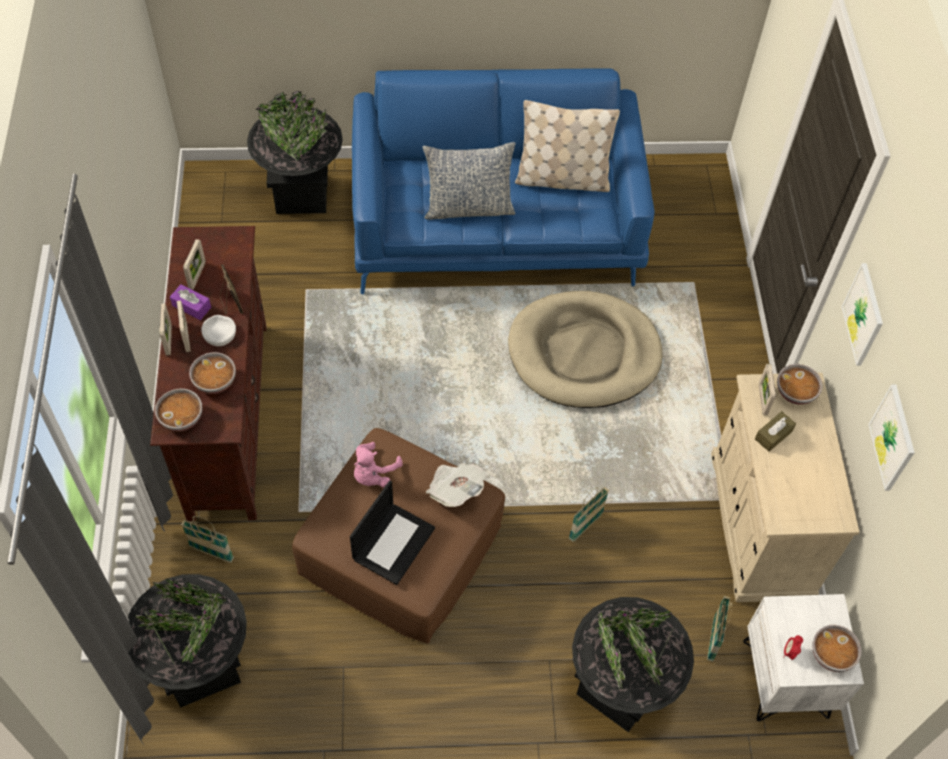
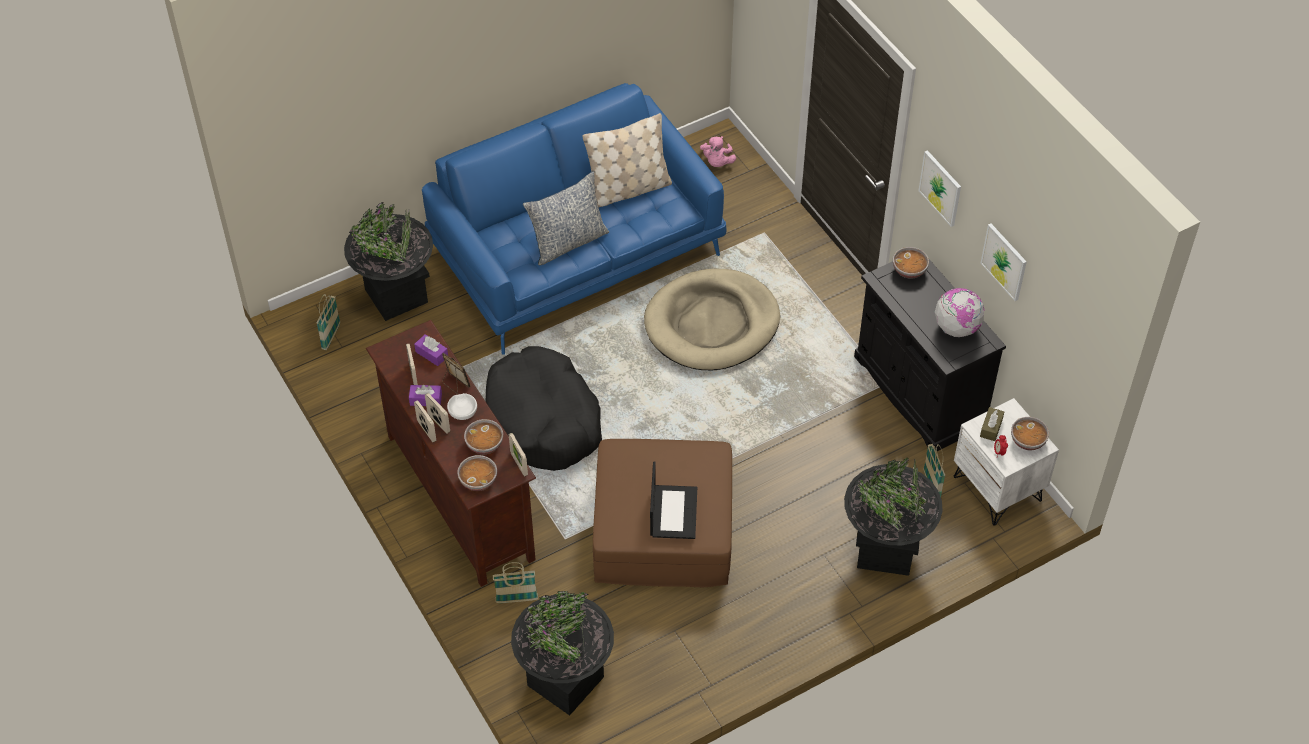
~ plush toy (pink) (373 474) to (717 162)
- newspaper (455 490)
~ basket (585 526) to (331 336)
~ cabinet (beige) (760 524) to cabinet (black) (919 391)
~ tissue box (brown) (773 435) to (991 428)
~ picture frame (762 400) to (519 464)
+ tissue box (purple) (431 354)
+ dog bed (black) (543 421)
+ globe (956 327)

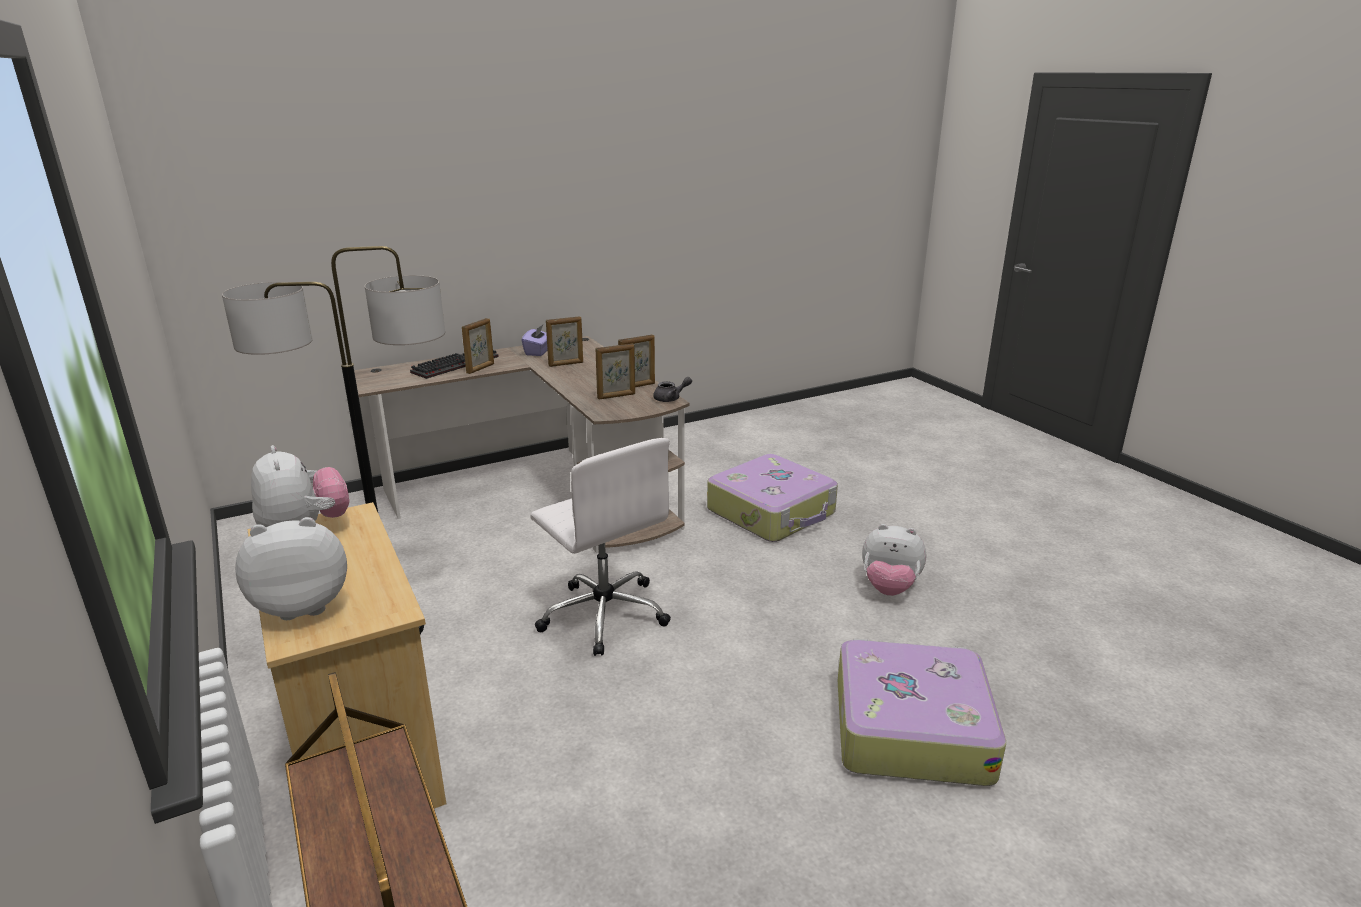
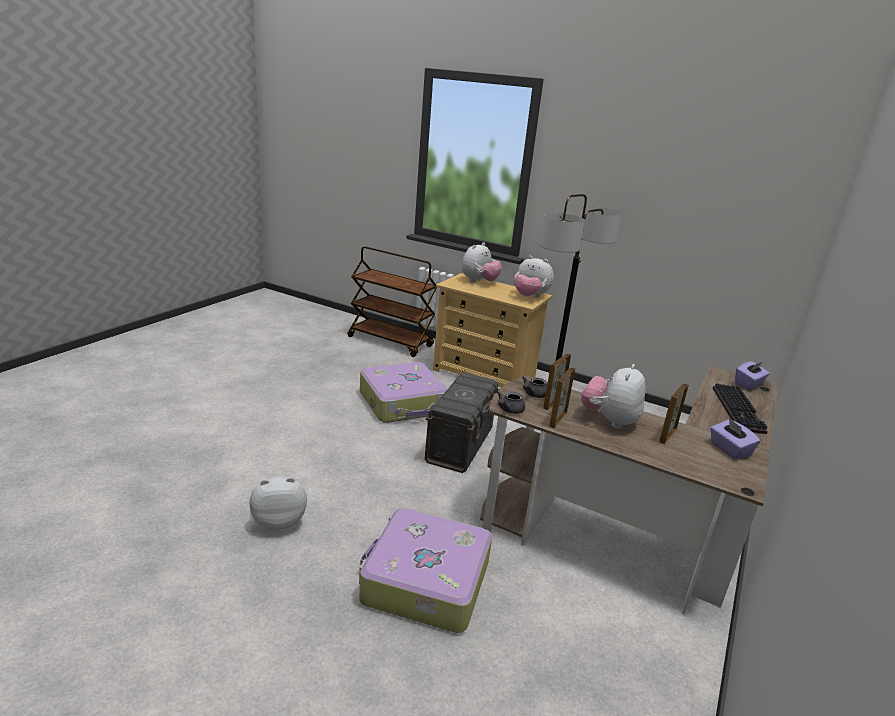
- picture frame (481 368)
~ office chair (white) (604 614) to storage box (grey) (460 445)
~ suitcase (909 728) to (403 403)
+ teapot (grey) (533 394)
+ plush toy (609 420)
+ tissue box (purple) (748 384)

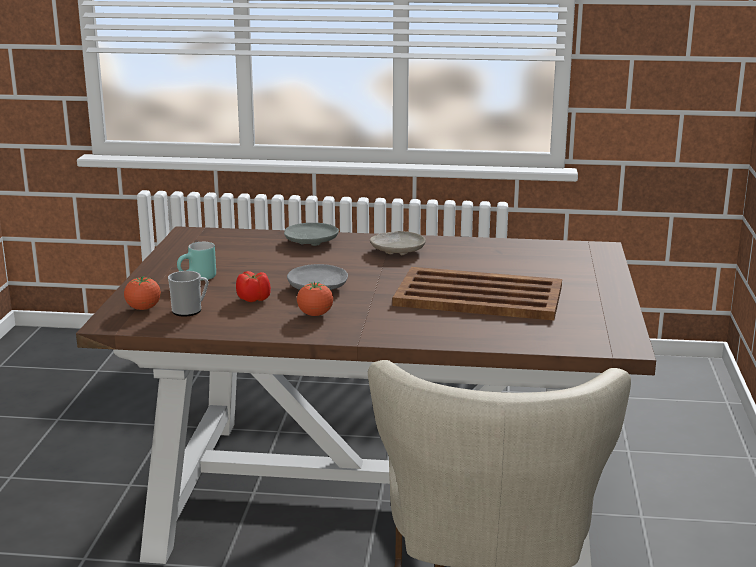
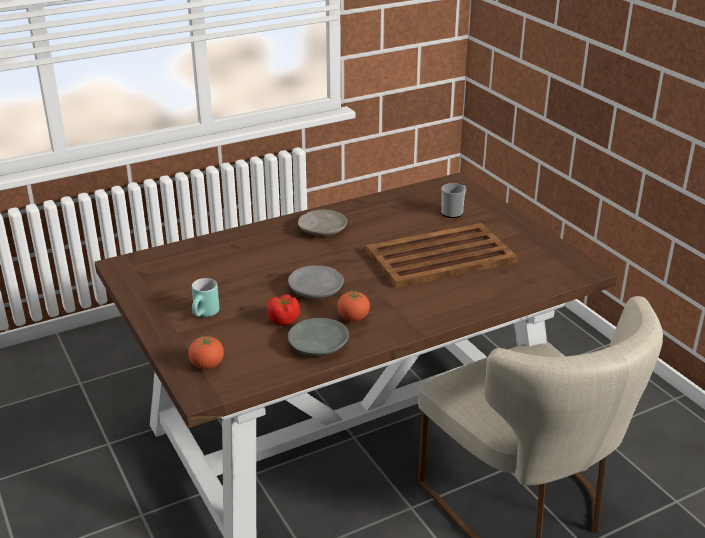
~ mug (190 311) to (454 212)
~ plate (grey) (311 242) to (317 345)

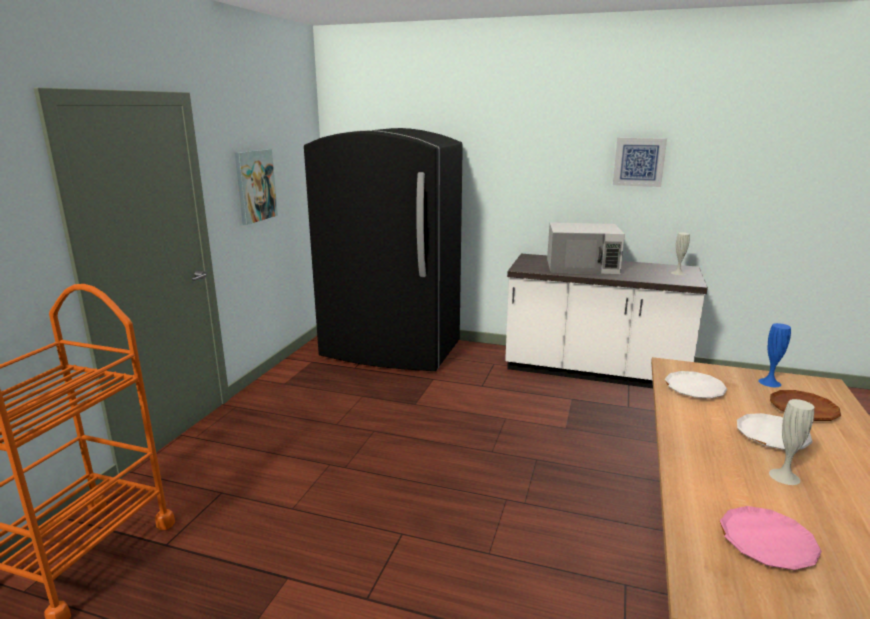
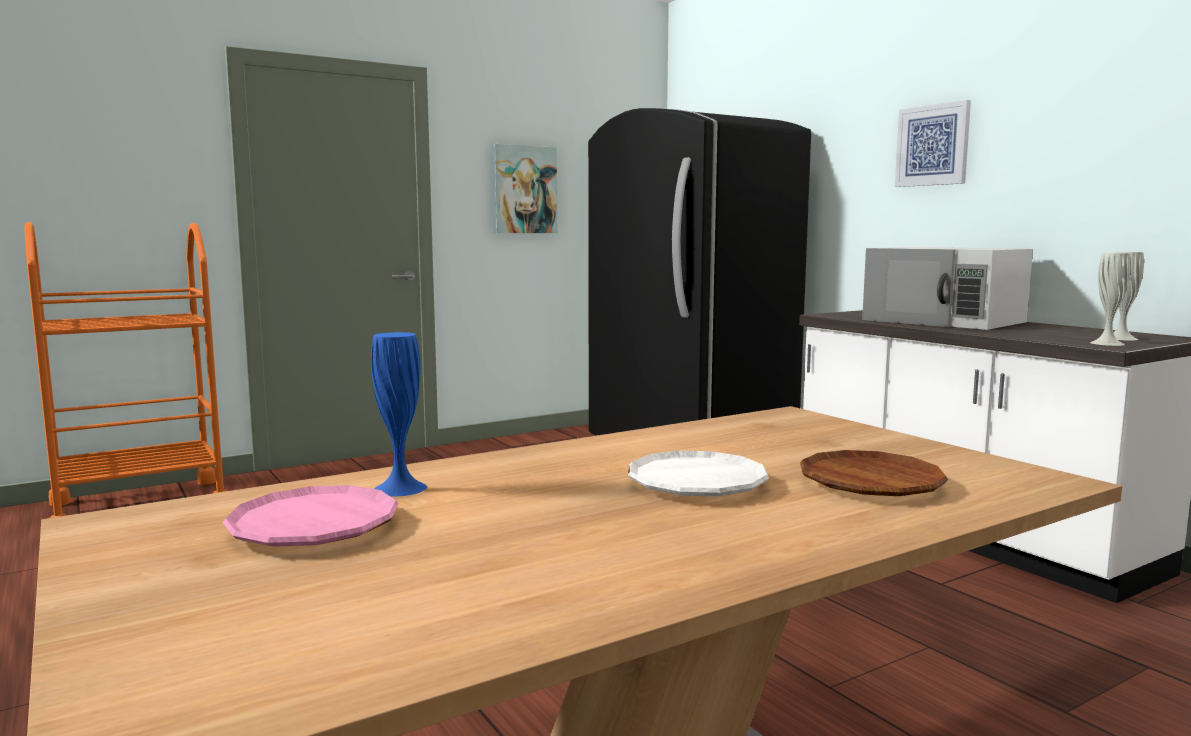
~ picture (639 162) to (933 145)
- plate (white) (694 388)
~ vase (blue) (769 382) to (400 488)
~ vase (white) (784 476) to (1107 343)

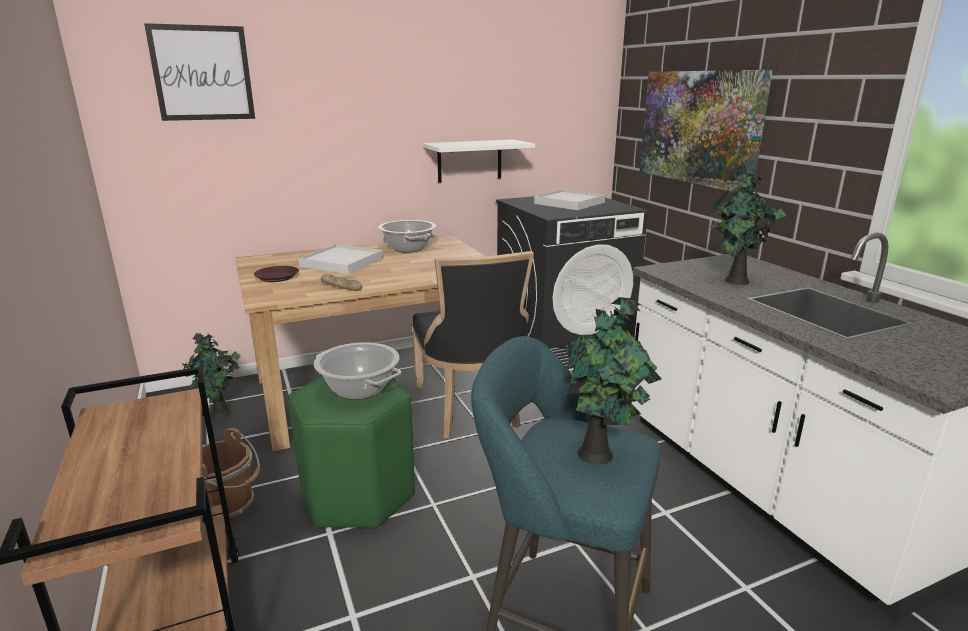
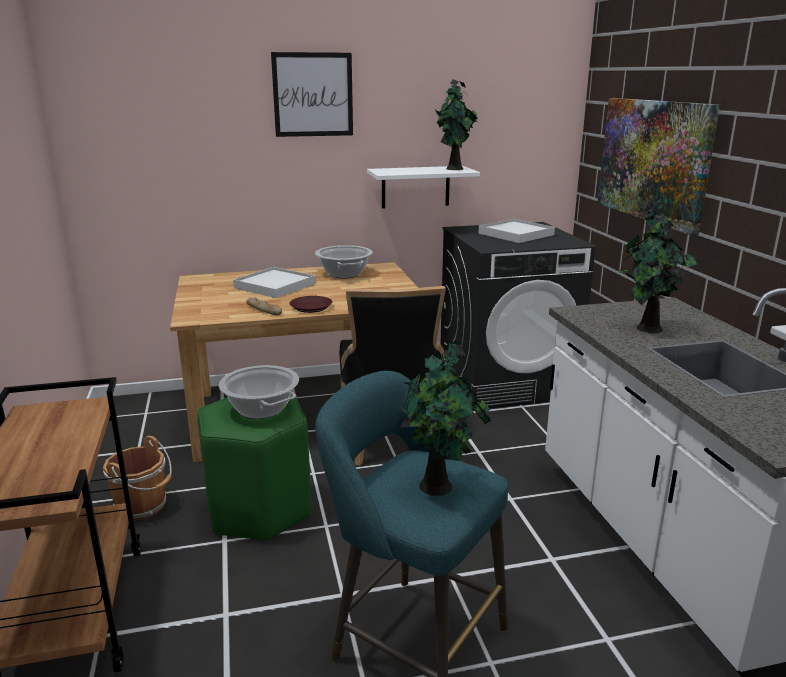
~ picture (202 73) to (313 95)
~ potted plant (221 414) to (455 169)
~ plate (brown) (277 277) to (311 307)

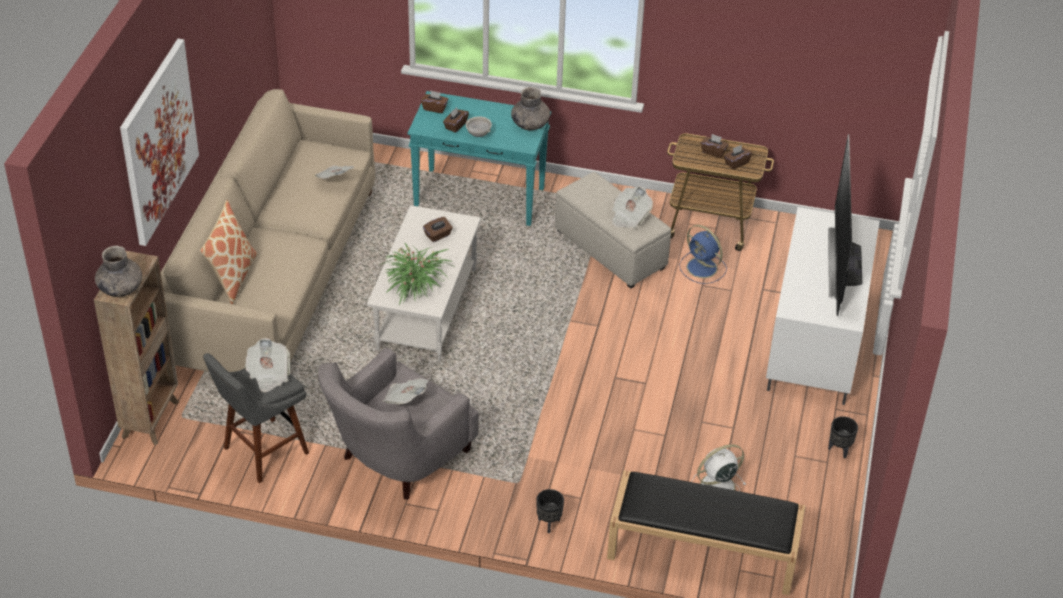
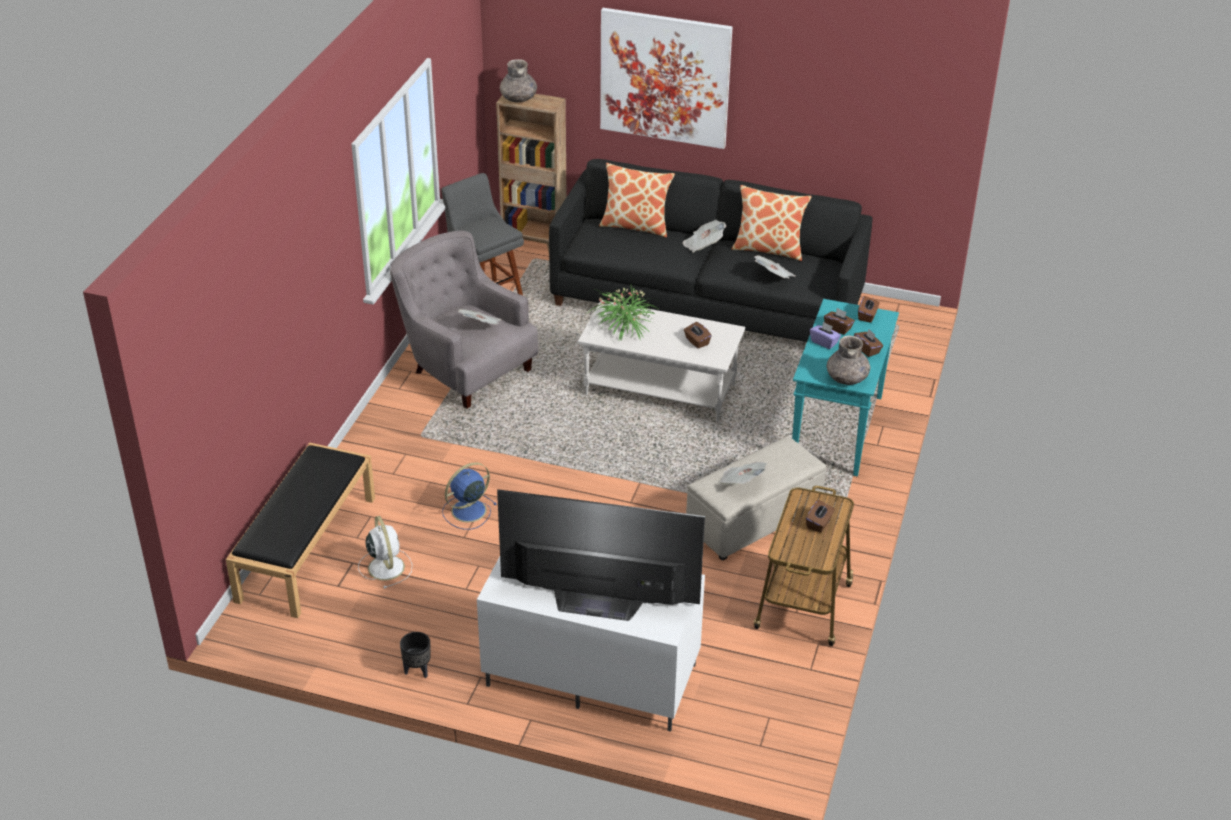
~ sofa (beige) (273 277) to sofa (black) (707 301)
~ newspaper (268 374) to (703 245)
~ bowl (grey) (478 134) to tissue box (purple) (824 342)
- planter (black) (548 524)
~ fan (blue) (703 268) to (467 511)
~ tissue box (brown) (736 163) to (867 349)
+ pillow (769 249)

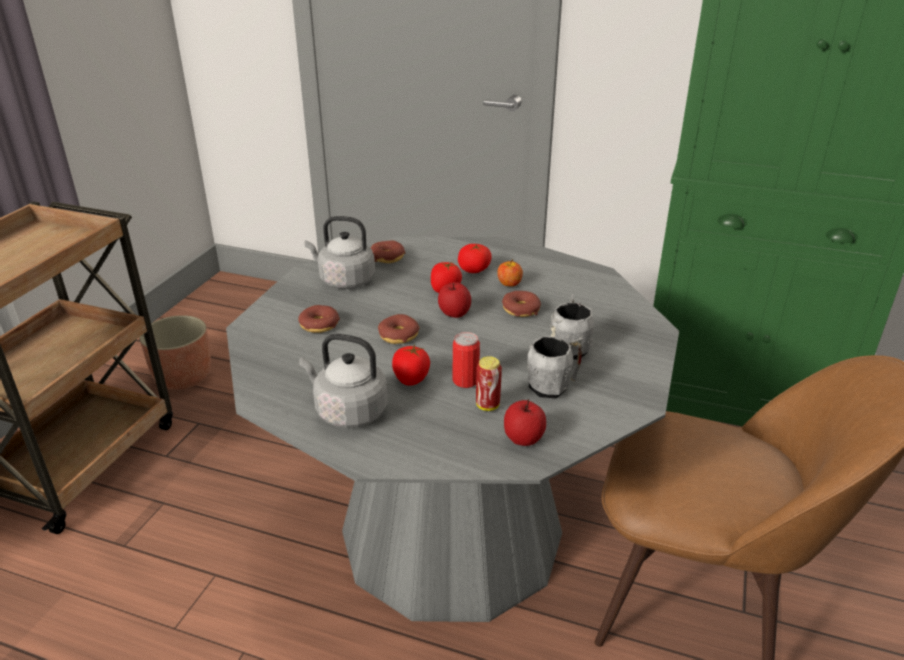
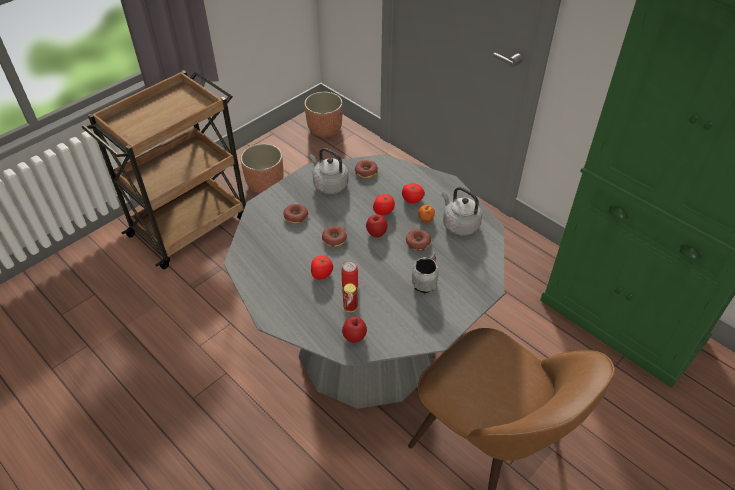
~ kettle (grey) (348 411) to (459 224)
- mug (grey) (554 386)
+ planter (325 129)

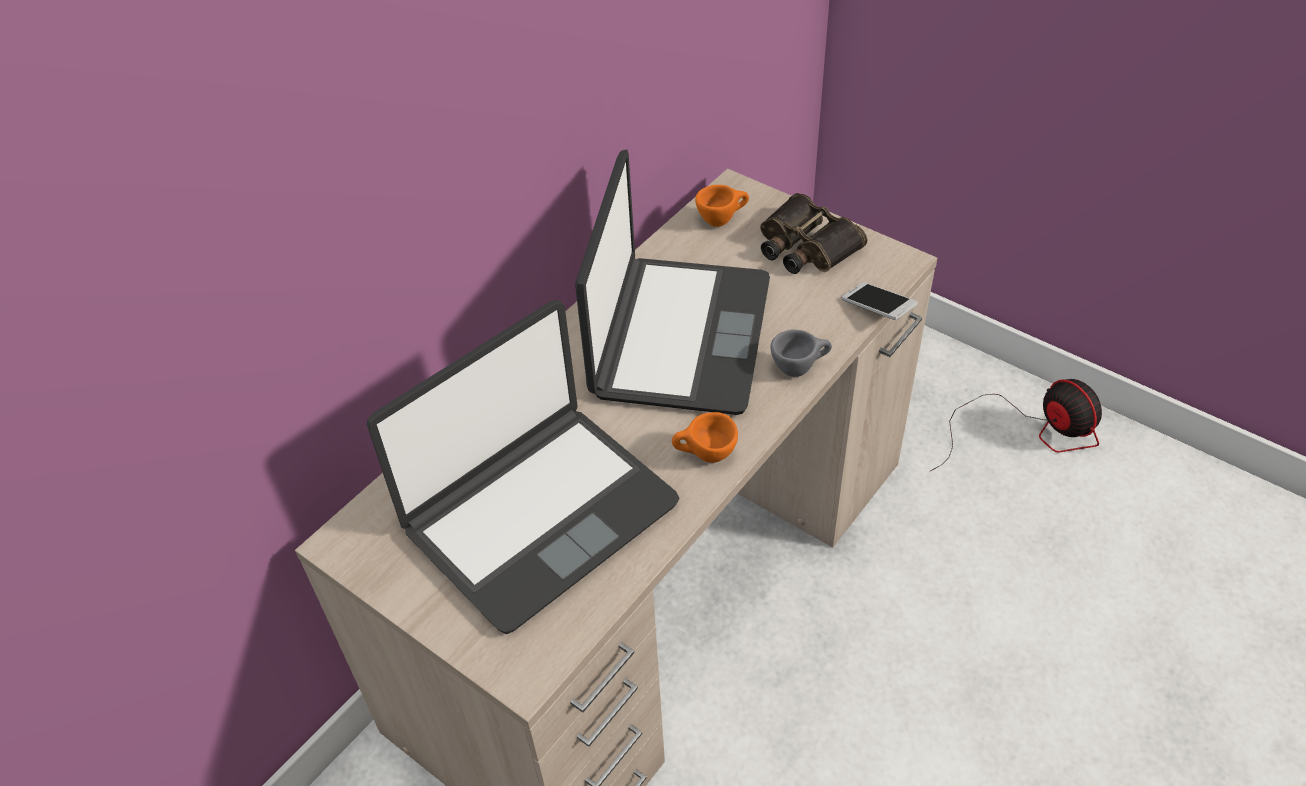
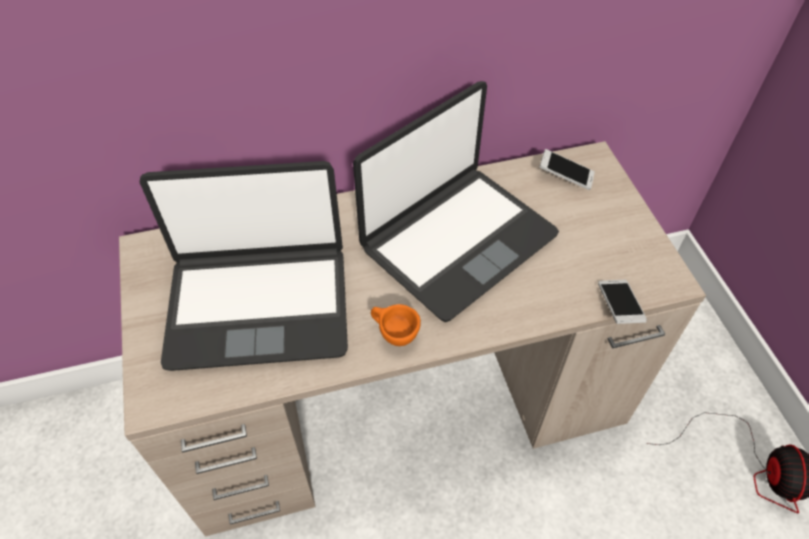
~ cup (orange) (722 220) to phone (565 176)
- binoculars (804 246)
- cup (grey) (799 368)

